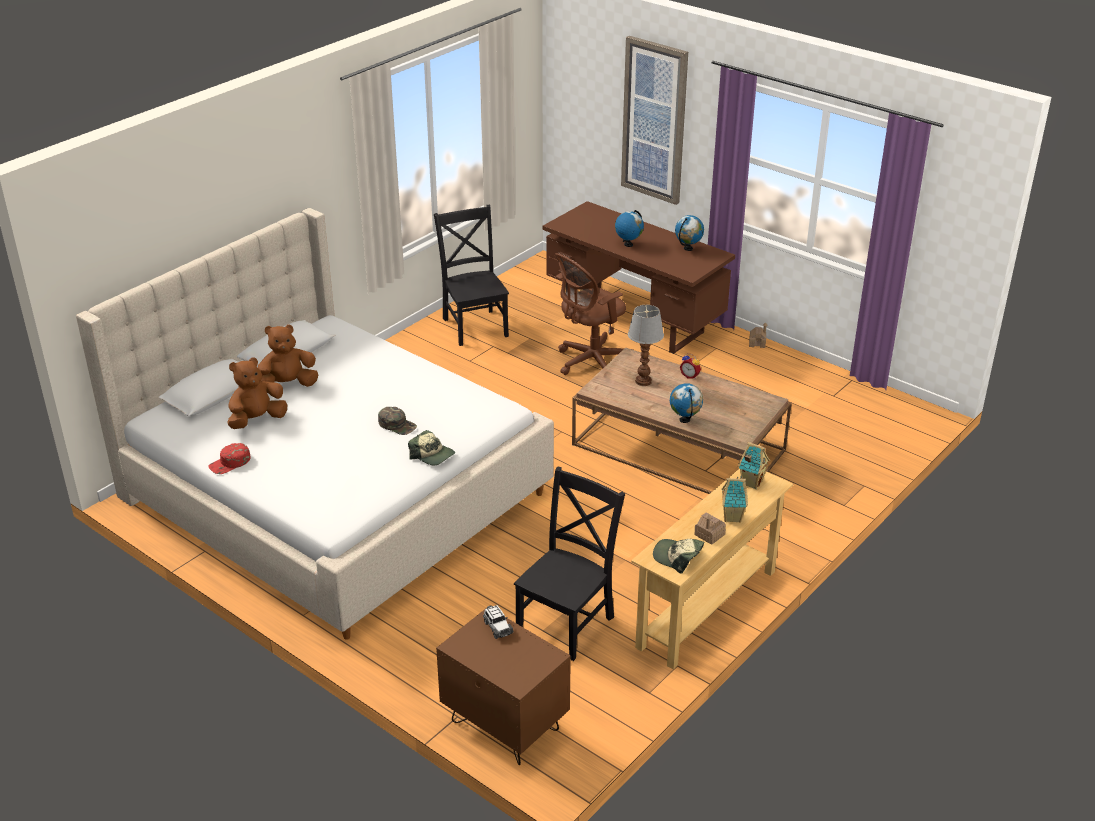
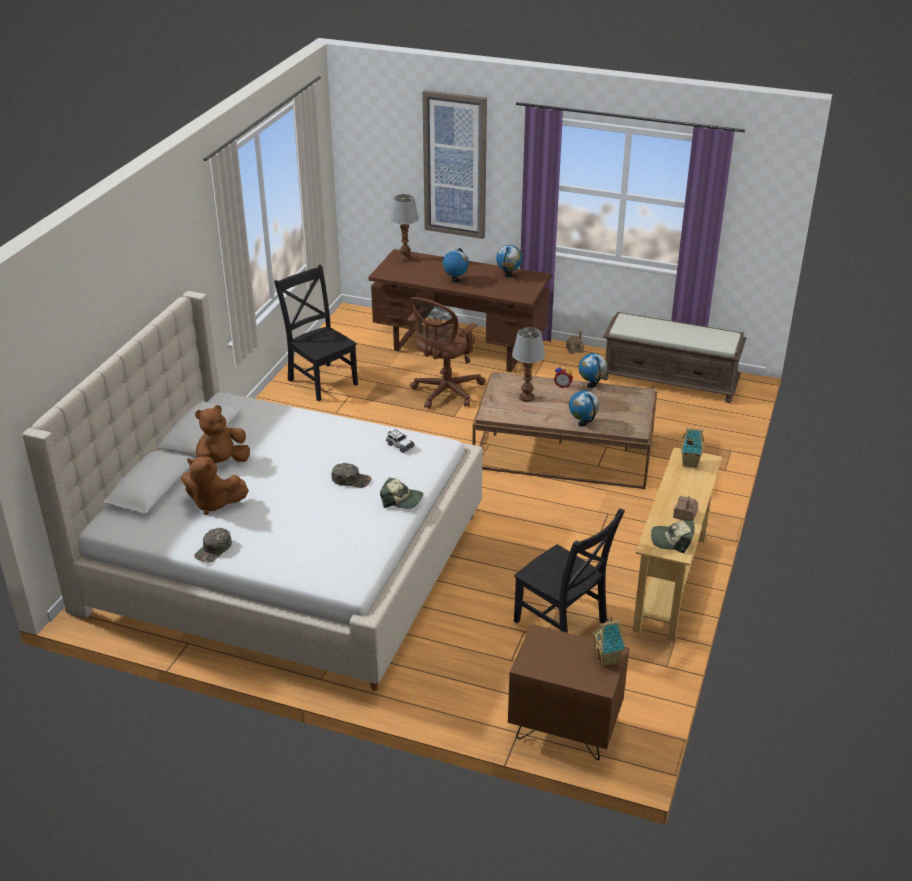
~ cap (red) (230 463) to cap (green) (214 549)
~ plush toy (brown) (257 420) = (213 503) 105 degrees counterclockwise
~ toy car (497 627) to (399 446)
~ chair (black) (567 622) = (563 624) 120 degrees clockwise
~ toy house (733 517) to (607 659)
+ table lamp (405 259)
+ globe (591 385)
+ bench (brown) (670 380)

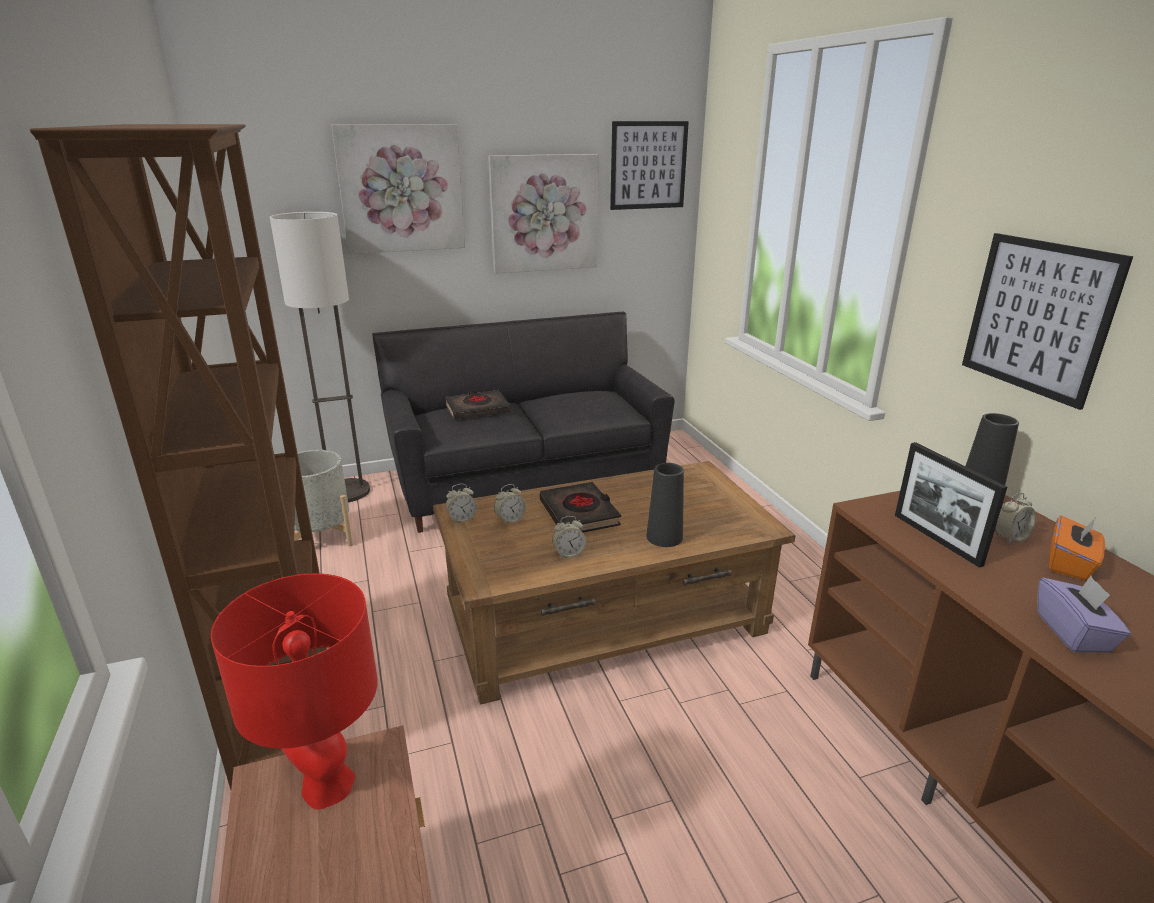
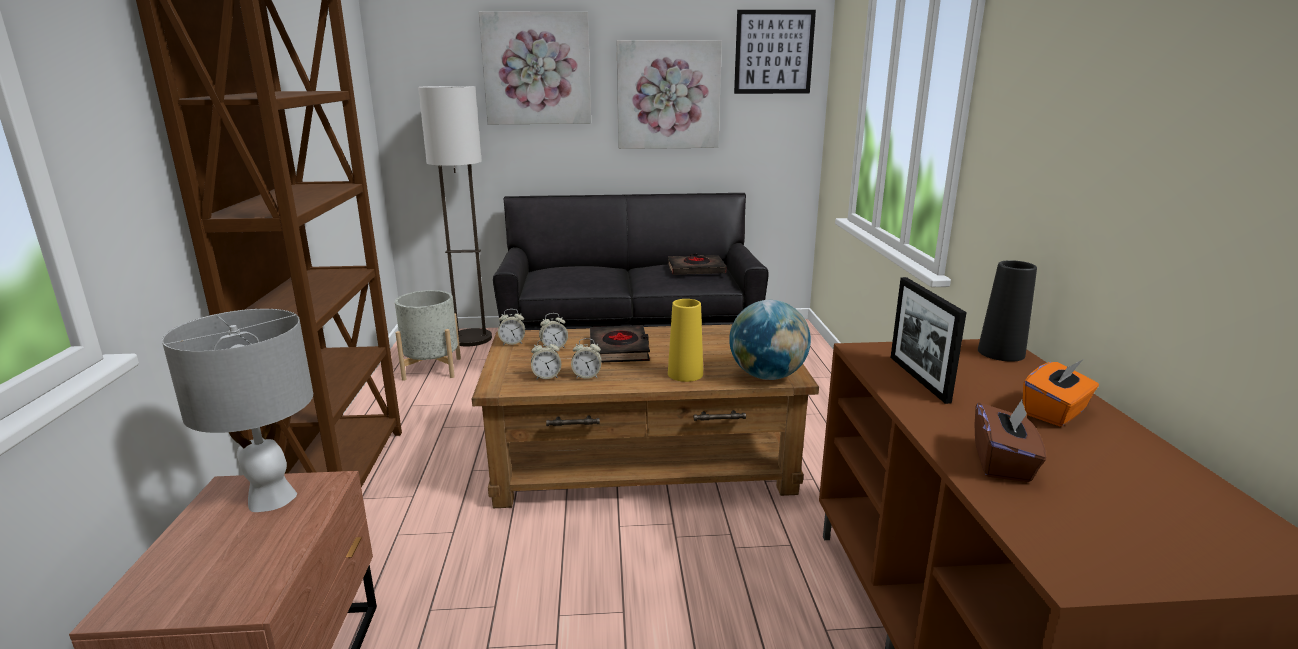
~ table lamp (red) (326 785) to table lamp (grey) (271 498)
~ book (black) (477 409) to (696 269)
~ vase (black) (664 537) to vase (yellow) (685 374)
- picture (1038 317)
~ alarm clock (1010 538) to (546 377)
~ tissue box (purple) (1073 633) to tissue box (brown) (1003 463)
+ globe (767 376)

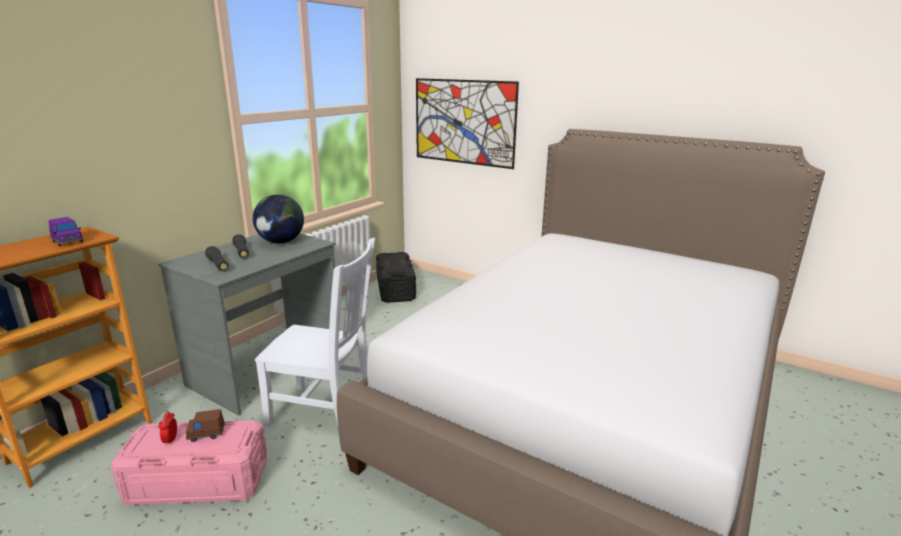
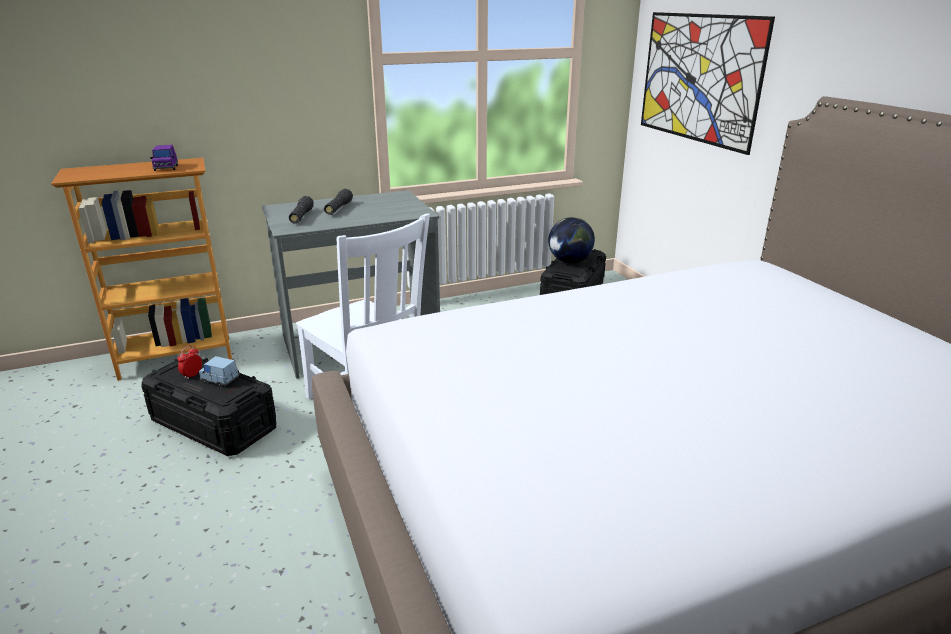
~ storage box (pink) (198 482) to storage box (black) (214 424)
~ toy car (brown) (206 434) to toy car (blue) (220 380)
~ globe (281 242) to (570 261)

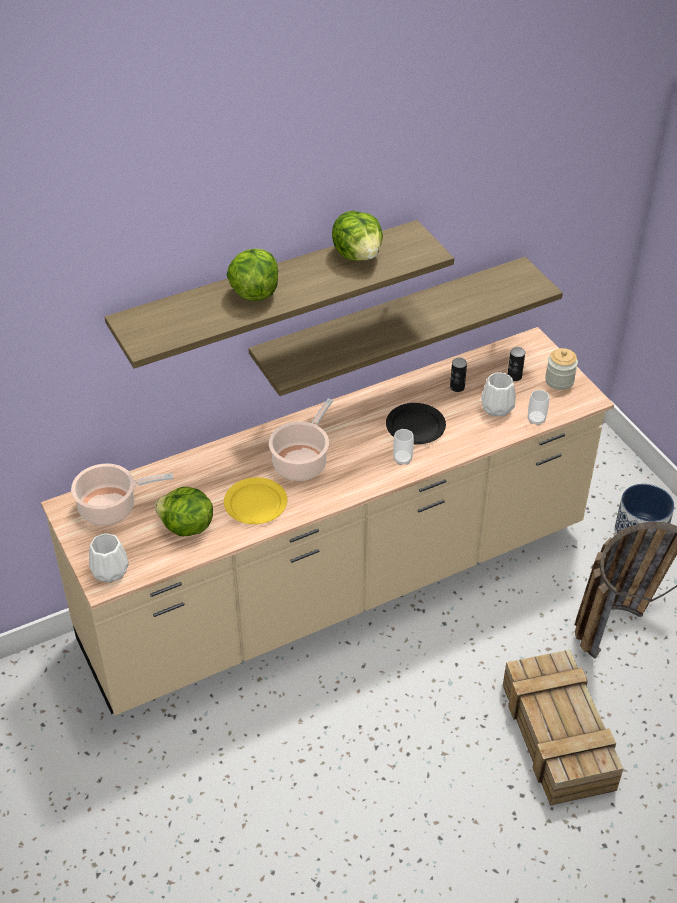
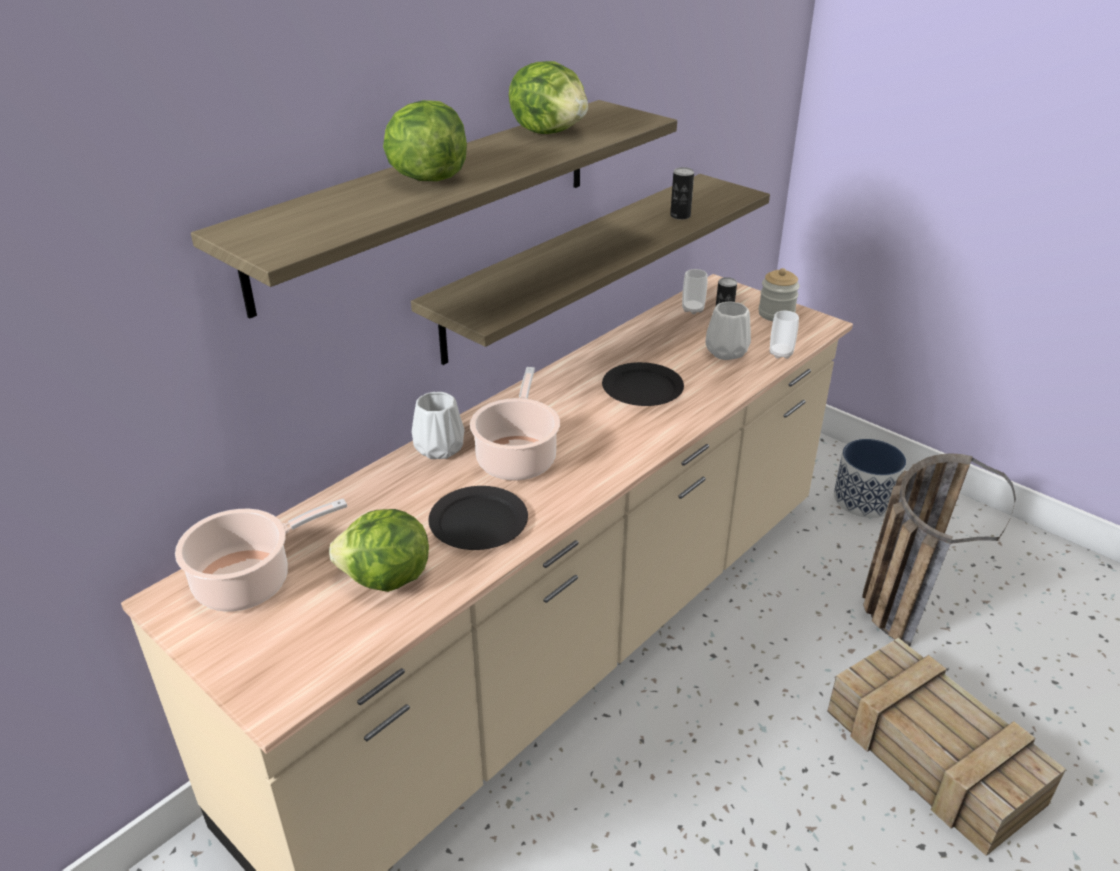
~ vase (white) (109 570) to (438 447)
~ plate (yellow) (255 503) to plate (black) (477 522)
~ cup (402 459) to (693 309)
~ can (457 387) to (680 216)

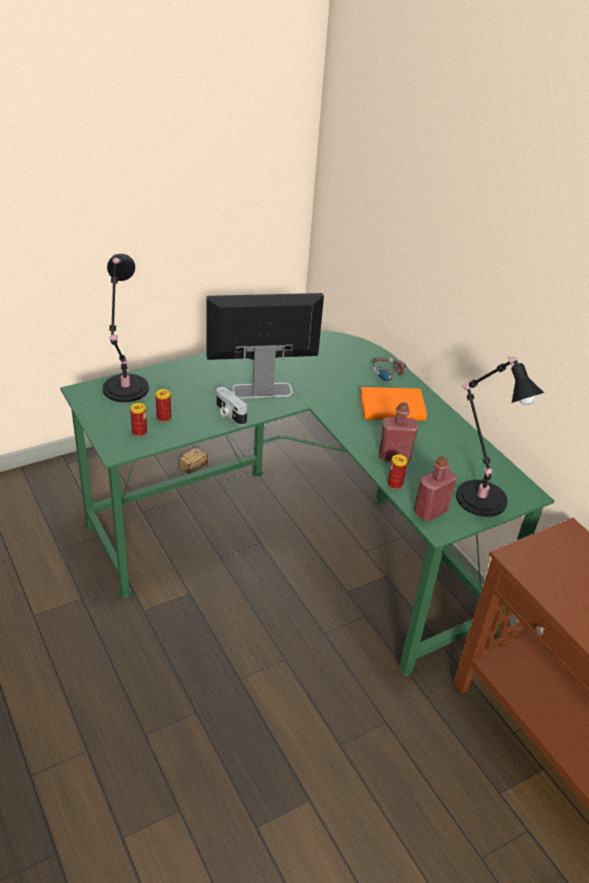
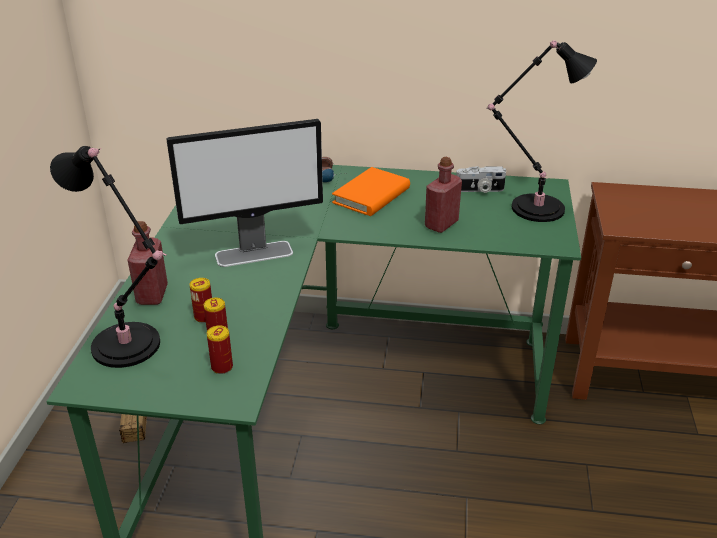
~ monitor (261 391) = (255 253) 135 degrees counterclockwise
~ photo camera (229 414) to (480 190)
~ can (395 484) to (204 317)
~ bottle (red) (430 511) to (152 295)

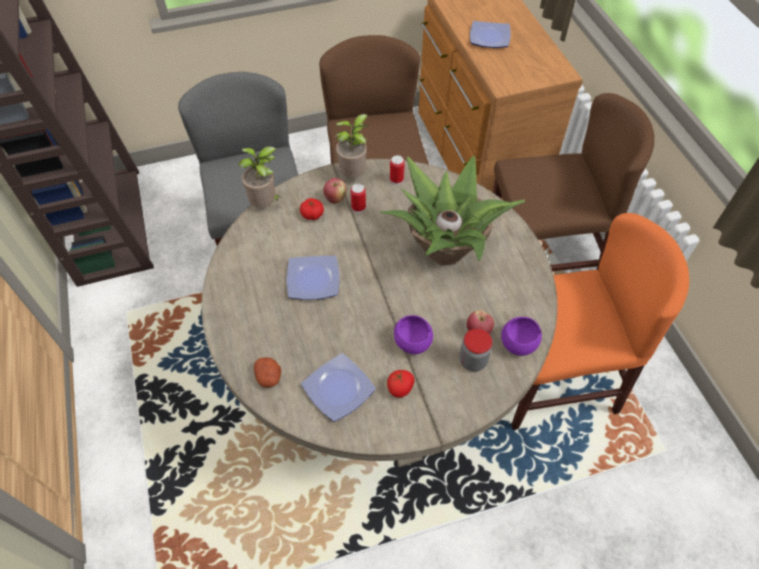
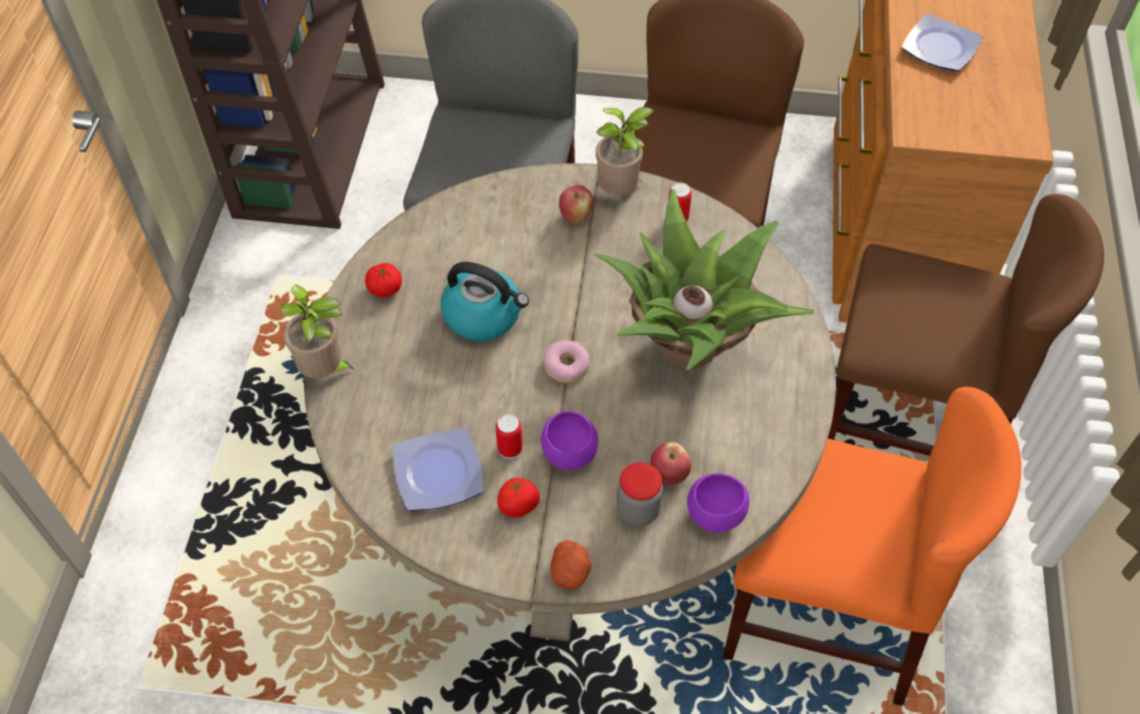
~ potted plant (265 204) to (325 371)
~ potato (269 377) to (570 572)
~ plate (312 279) to kettle (484 315)
~ tomato (312 214) to (385 288)
~ can (358 207) to (510 448)
+ donut (566 366)

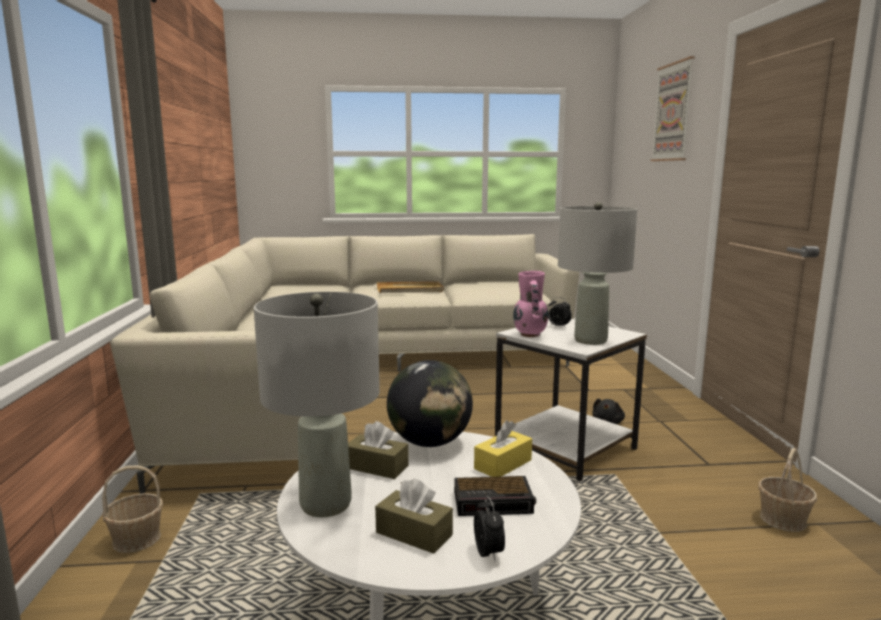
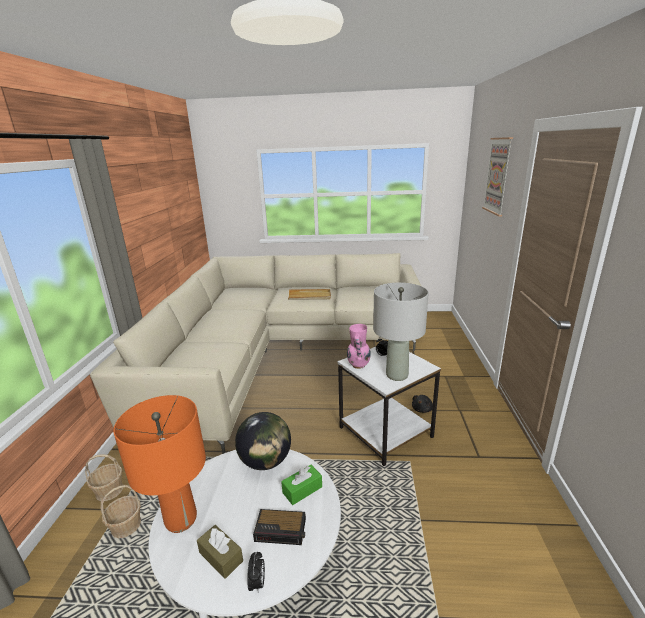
~ table lamp (grey) (325 504) to table lamp (orange) (180 519)
- tissue box (brown) (376 467)
~ tissue box (yellow) (503 464) to tissue box (green) (302 490)
~ basket (782 519) to (126 526)

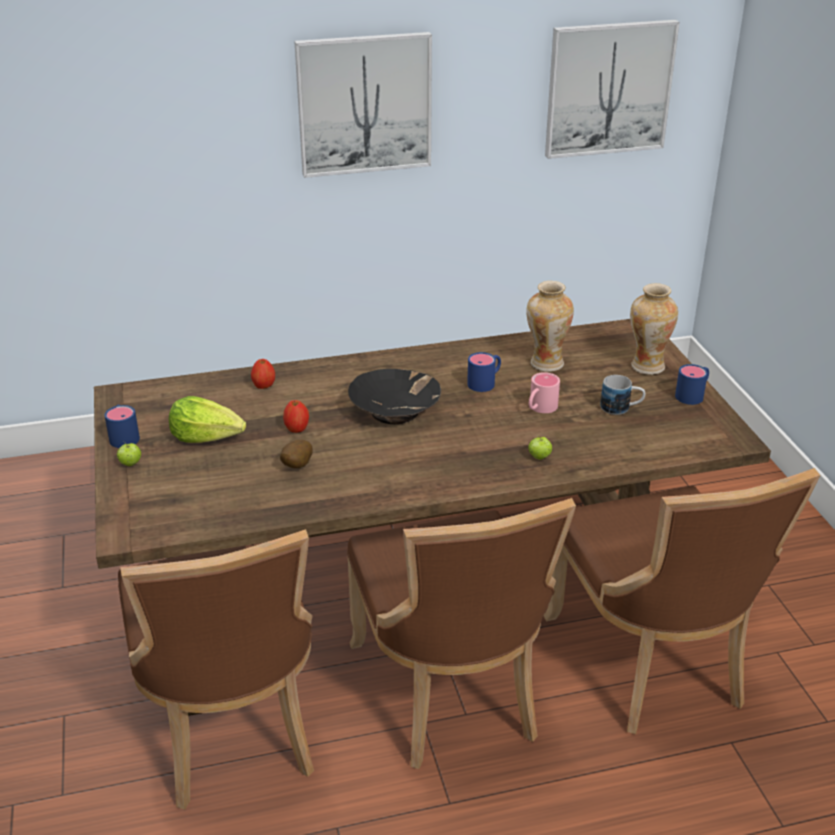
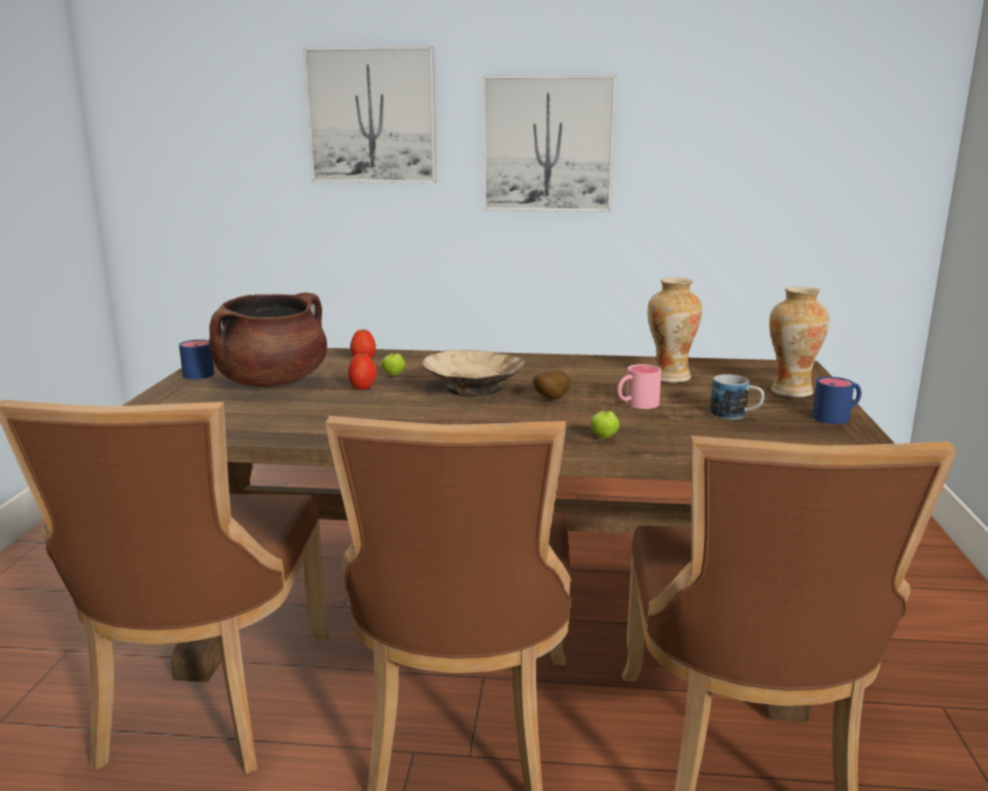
~ apple (130 464) to (393 375)
~ lettuce (207 437) to cooking pot (brown) (272 382)
~ potato (296 466) to (549 399)
~ bowl (black) (395 411) to bowl (beige) (474 388)
- mug (blue) (485 382)
~ picture (608 88) to (372 116)

